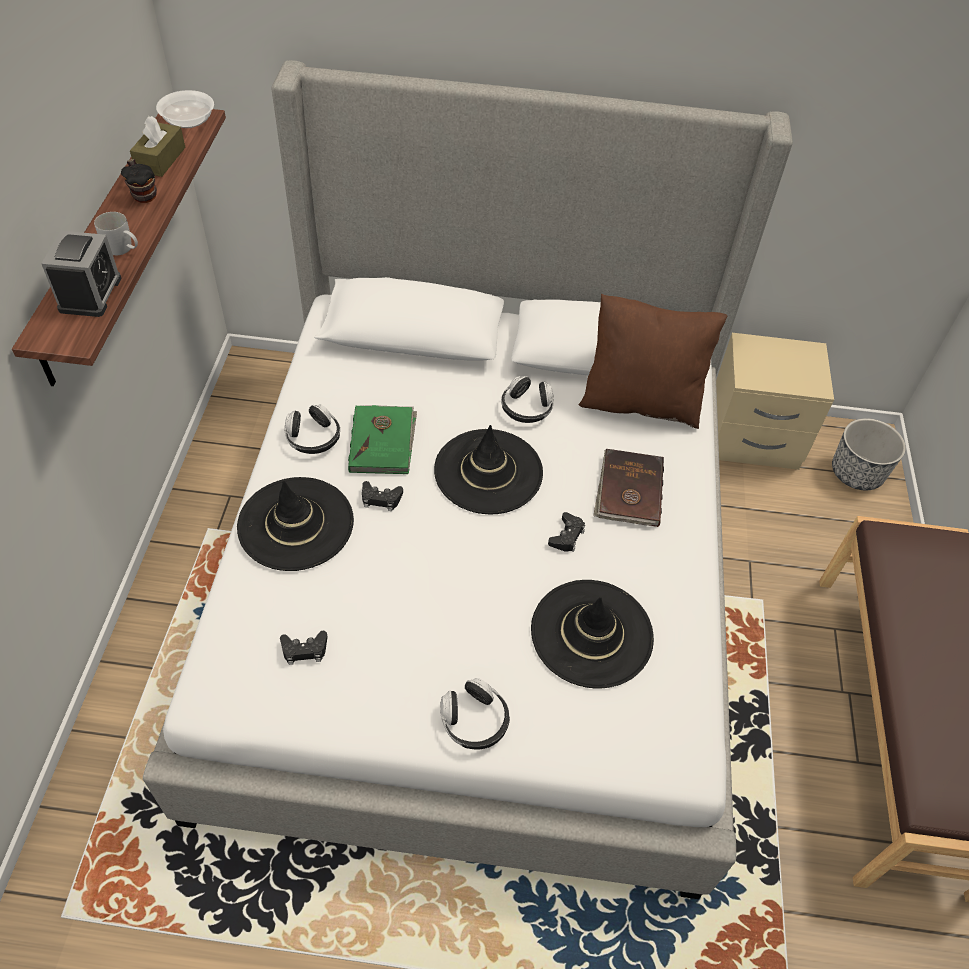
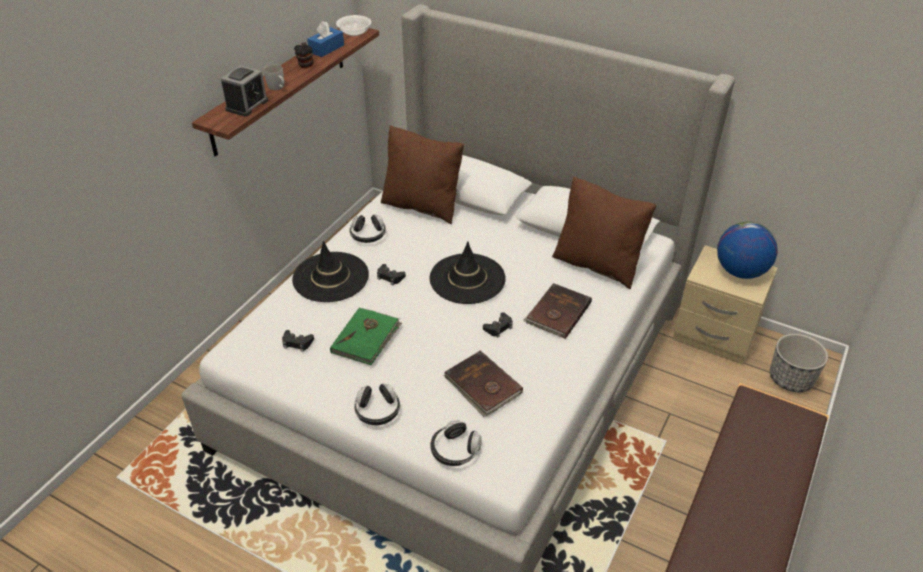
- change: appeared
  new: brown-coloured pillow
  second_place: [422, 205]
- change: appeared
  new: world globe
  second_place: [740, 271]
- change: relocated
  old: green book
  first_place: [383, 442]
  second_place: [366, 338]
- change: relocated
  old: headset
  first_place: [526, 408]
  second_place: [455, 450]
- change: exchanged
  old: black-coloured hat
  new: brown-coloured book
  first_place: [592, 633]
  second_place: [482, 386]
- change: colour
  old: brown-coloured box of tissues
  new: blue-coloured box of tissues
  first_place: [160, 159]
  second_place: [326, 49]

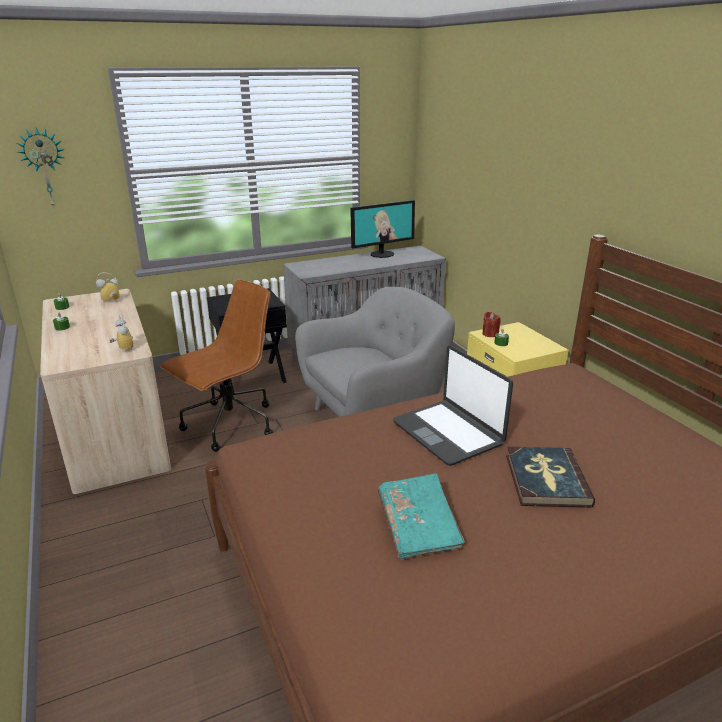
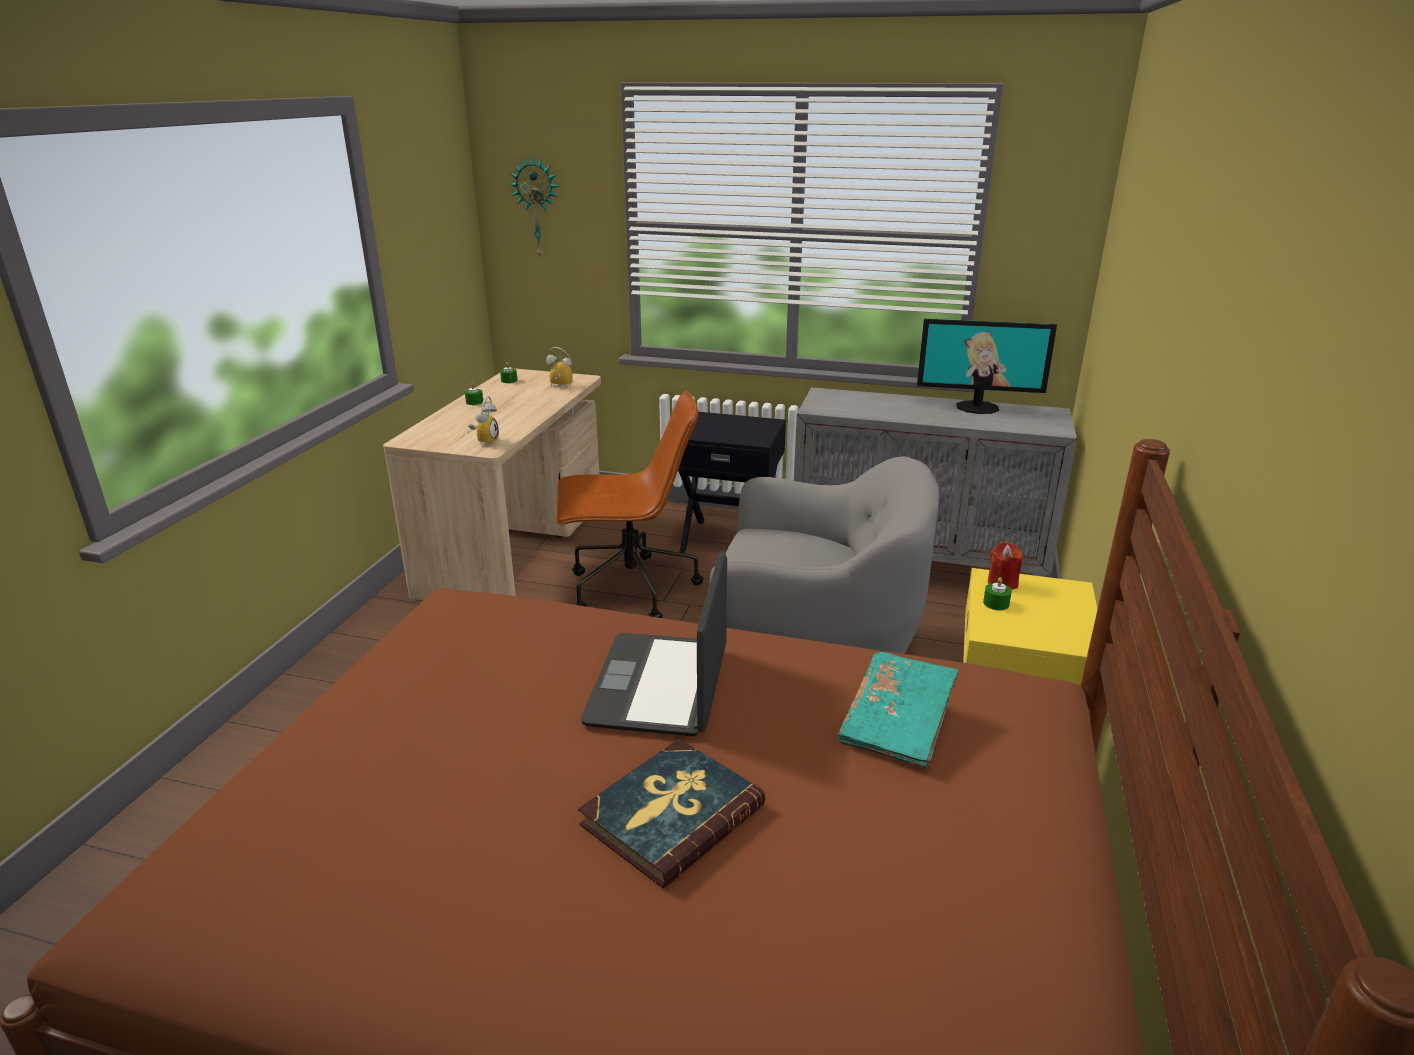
- change: relocated
  old: turquoise-coloured book
  first_place: [418, 527]
  second_place: [897, 724]

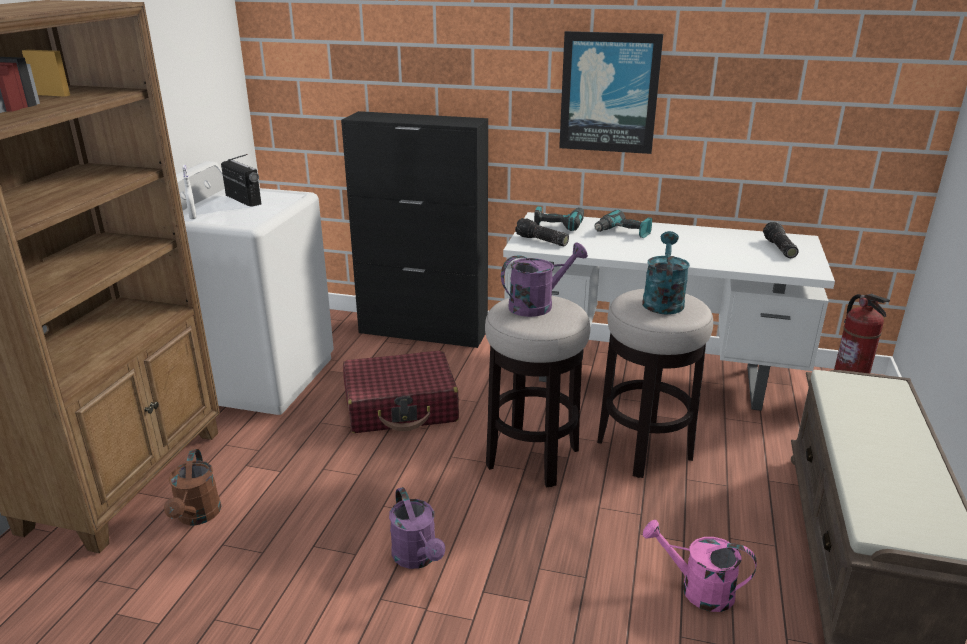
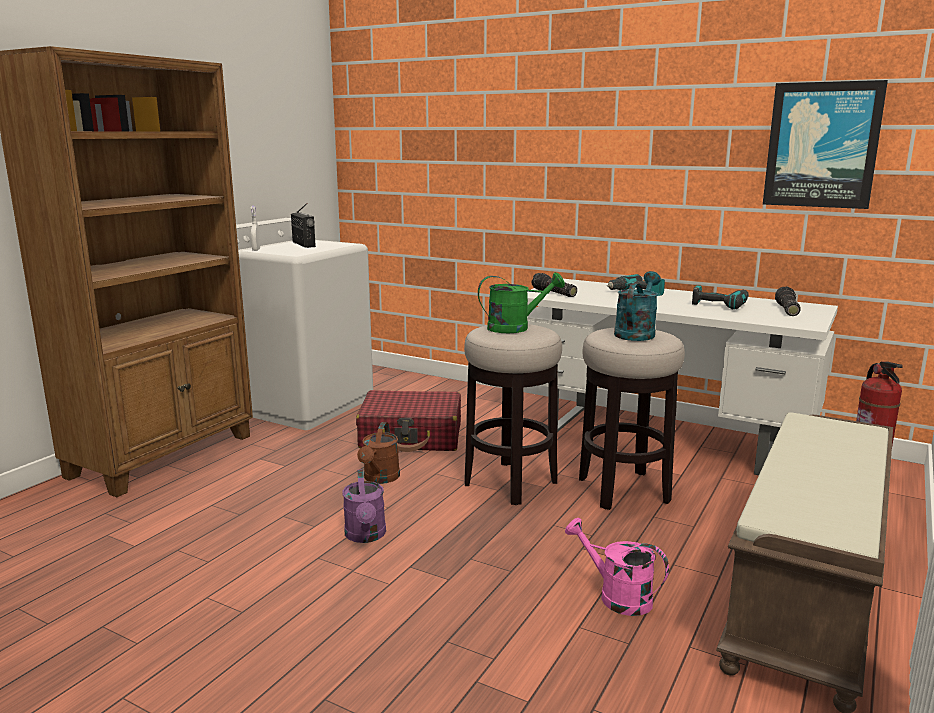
- change: missing
  old: black-coloured cabinet
  first_place: [424, 331]
- change: relocated
  old: brown-coloured watering pot
  first_place: [197, 516]
  second_place: [380, 479]
- change: relocated
  old: power drill
  first_place: [559, 224]
  second_place: [720, 305]
- change: relocated
  old: wall picture
  first_place: [609, 93]
  second_place: [822, 145]
- change: colour
  old: purple watering pot
  new: green watering pot
  first_place: [538, 305]
  second_place: [515, 327]

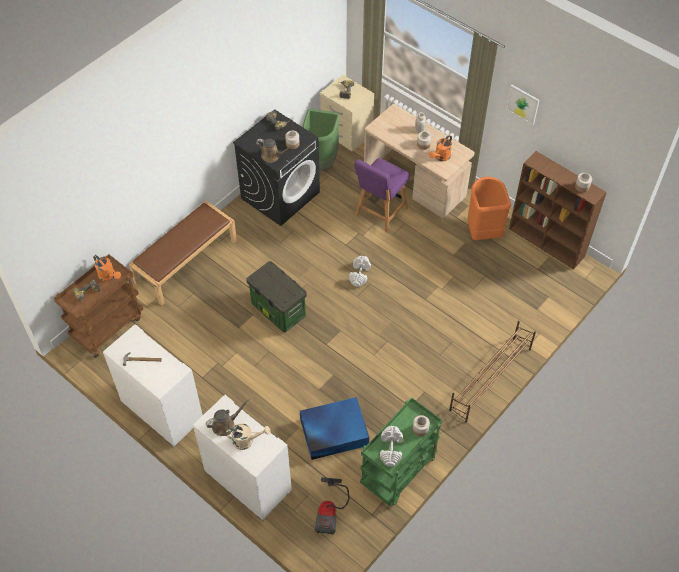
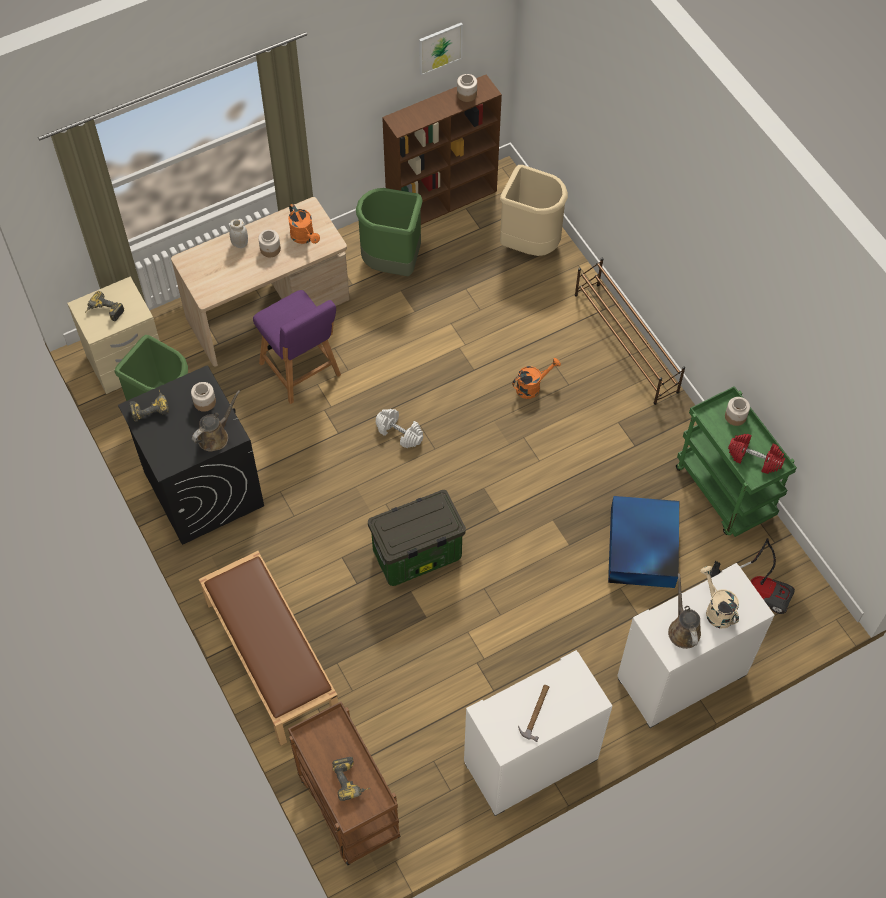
- change: appeared
  new: sand-coloured rubbish bin
  second_place: [529, 244]
- change: relocated
  old: orangey watering pot
  first_place: [109, 276]
  second_place: [532, 386]
- change: relocated
  old: wall picture
  first_place: [523, 104]
  second_place: [440, 48]
- change: colour
  old: white hand weight
  new: reddish hand weight
  first_place: [391, 449]
  second_place: [754, 458]
- change: colour
  old: orangey rubbish bin
  new: green rubbish bin
  first_place: [482, 232]
  second_place: [392, 264]
- change: spun
  old: sand-coloured watering pot
  first_place: [247, 441]
  second_place: [716, 609]
  degrees: -45

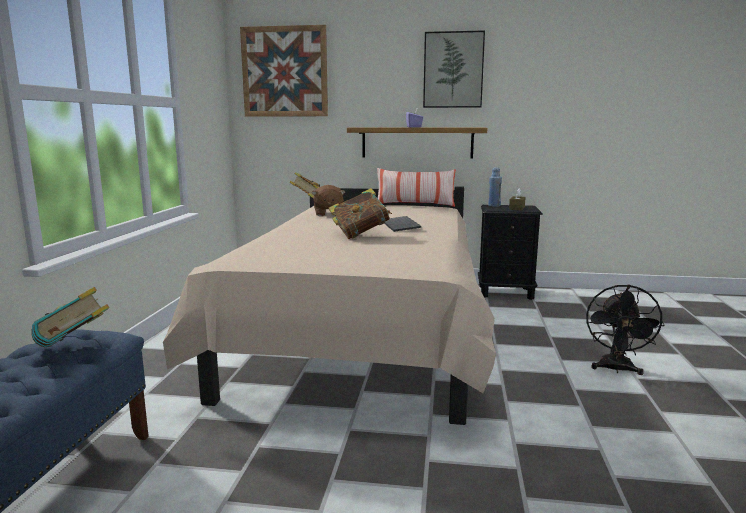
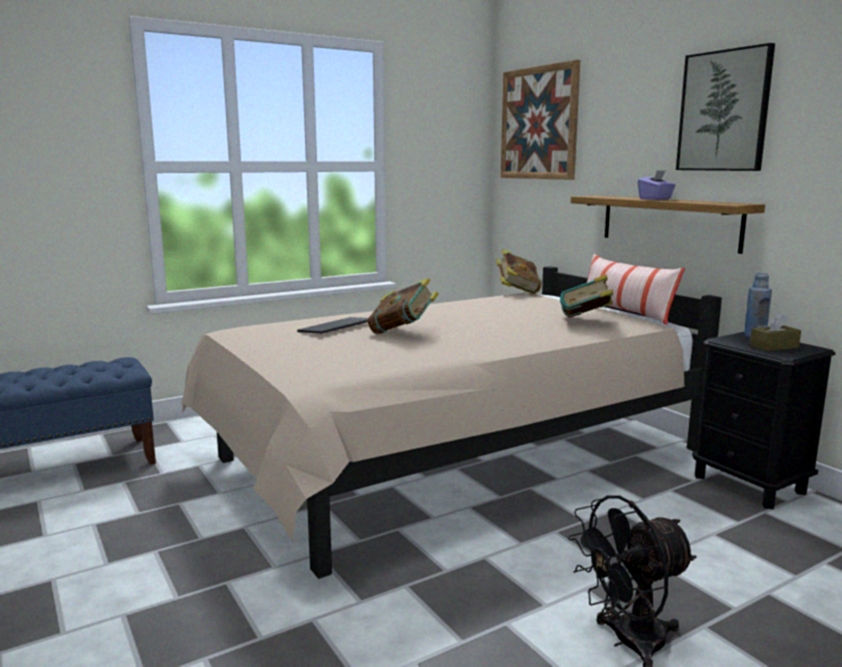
- change: missing
  old: brown-coloured plush toy
  first_place: [328, 214]
- change: relocated
  old: book
  first_place: [74, 349]
  second_place: [586, 321]
- change: relocated
  old: keyboard
  first_place: [401, 225]
  second_place: [337, 328]

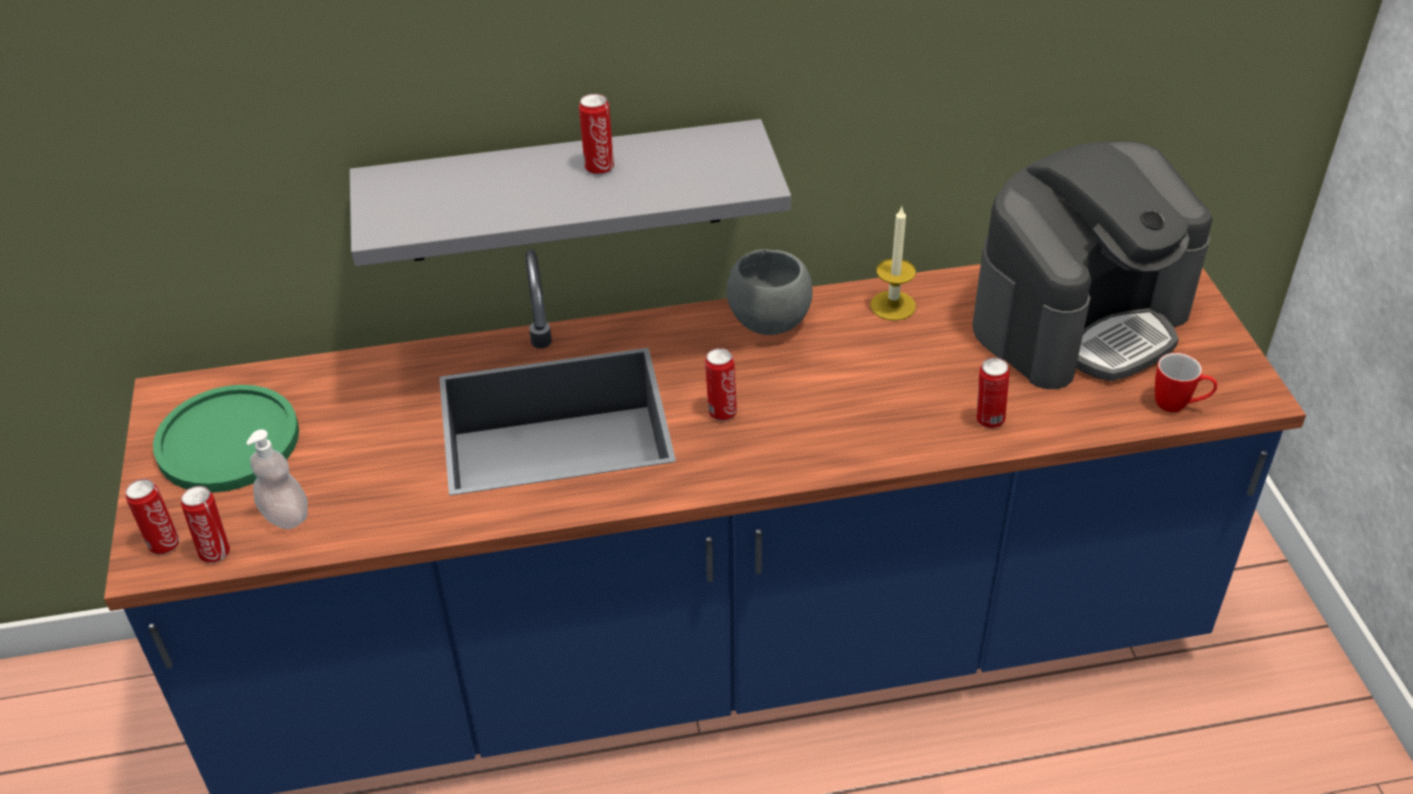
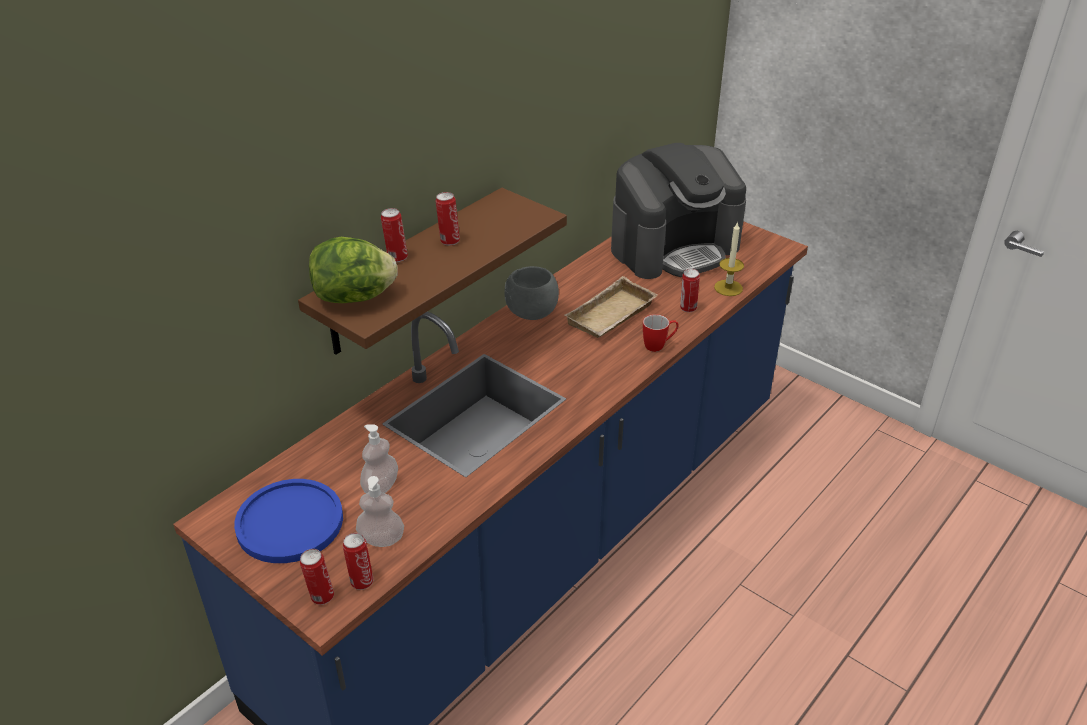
- change: appeared
  new: head of lettuce
  second_place: [355, 297]
- change: appeared
  new: liquid soap bottle
  second_place: [380, 486]
- change: appeared
  new: sand-coloured carrying tray
  second_place: [612, 316]
- change: relocated
  old: can
  first_place: [721, 411]
  second_place: [396, 257]
- change: relocated
  old: wax candle
  first_place: [893, 305]
  second_place: [728, 288]
- change: relocated
  old: coffee mug
  first_place: [1178, 405]
  second_place: [659, 345]
- change: colour
  old: green dinner plate
  new: blue-coloured dinner plate
  first_place: [228, 441]
  second_place: [290, 522]
- change: colour
  old: grey shelf
  new: brown-coloured shelf
  first_place: [564, 192]
  second_place: [411, 272]
- change: spun
  old: coffee maker
  first_place: [1080, 319]
  second_place: [674, 247]
  degrees: 45

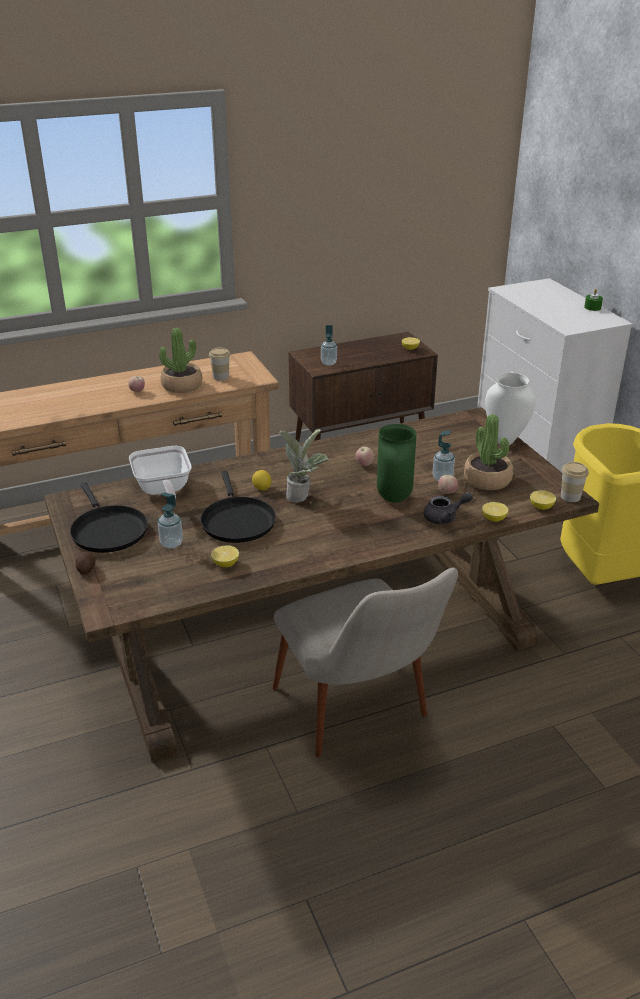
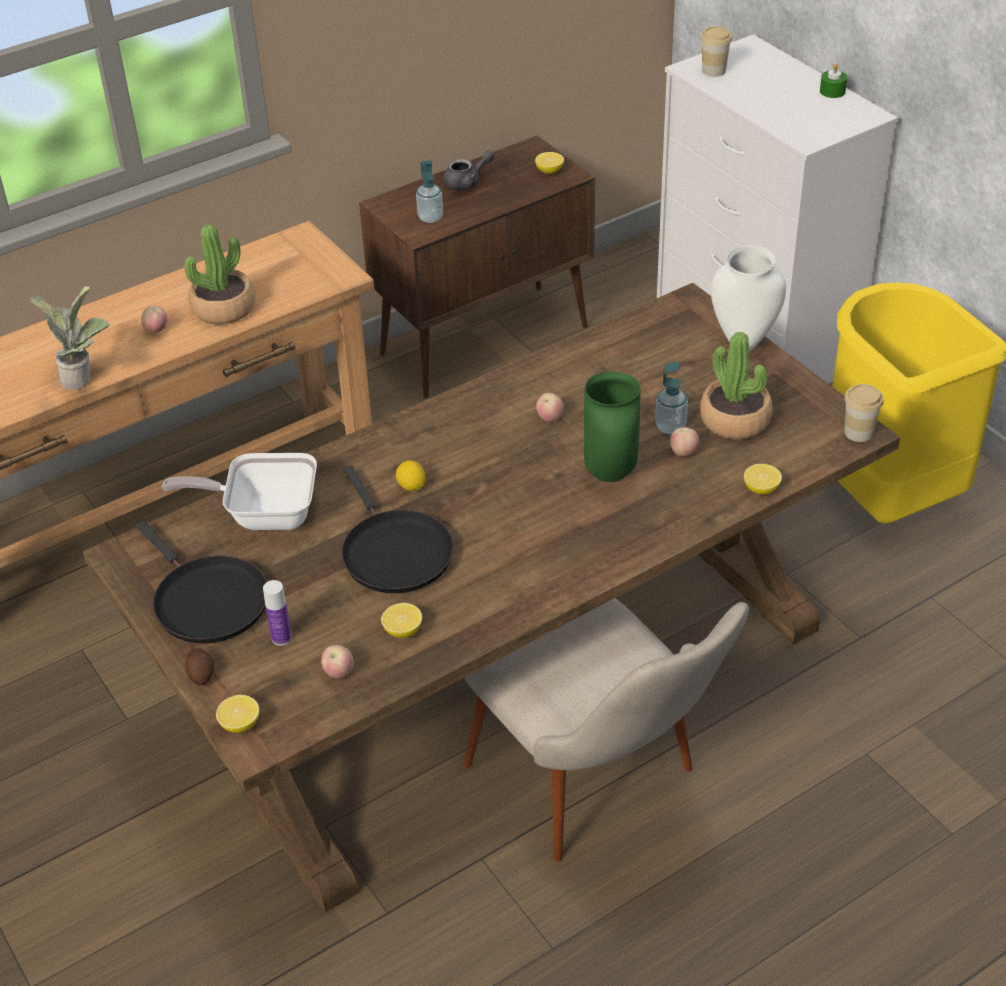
- change: missing
  old: liquid soap bottle
  first_place: [171, 543]
- change: appeared
  new: bottle
  second_place: [281, 638]
- change: appeared
  new: apple
  second_place: [339, 673]
- change: relocated
  old: cup
  first_place: [221, 377]
  second_place: [714, 70]
- change: relocated
  old: houseplant
  first_place: [303, 495]
  second_place: [84, 377]
- change: relocated
  old: grey teapot
  first_place: [445, 517]
  second_place: [467, 182]
- change: relocated
  old: citrus fruit
  first_place: [541, 507]
  second_place: [240, 724]
- change: spun
  old: pan
  first_place: [163, 490]
  second_place: [263, 514]
  degrees: 120

